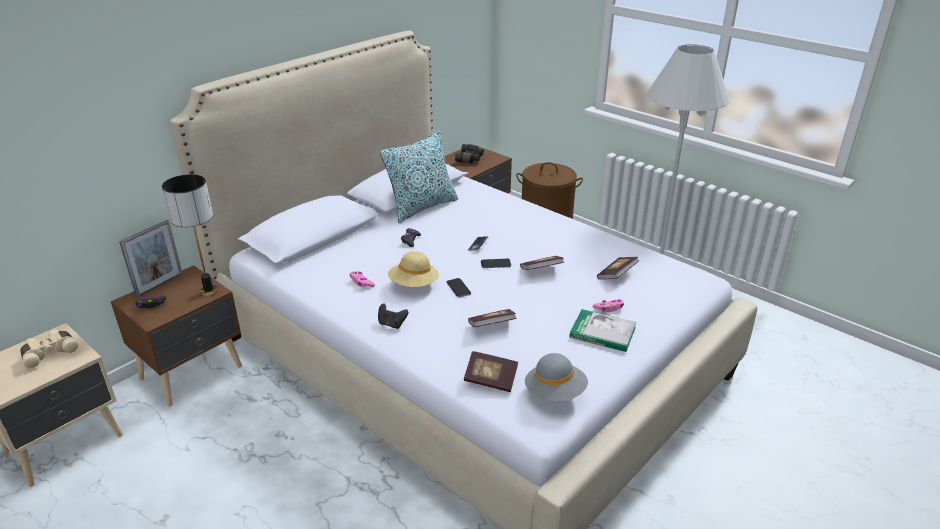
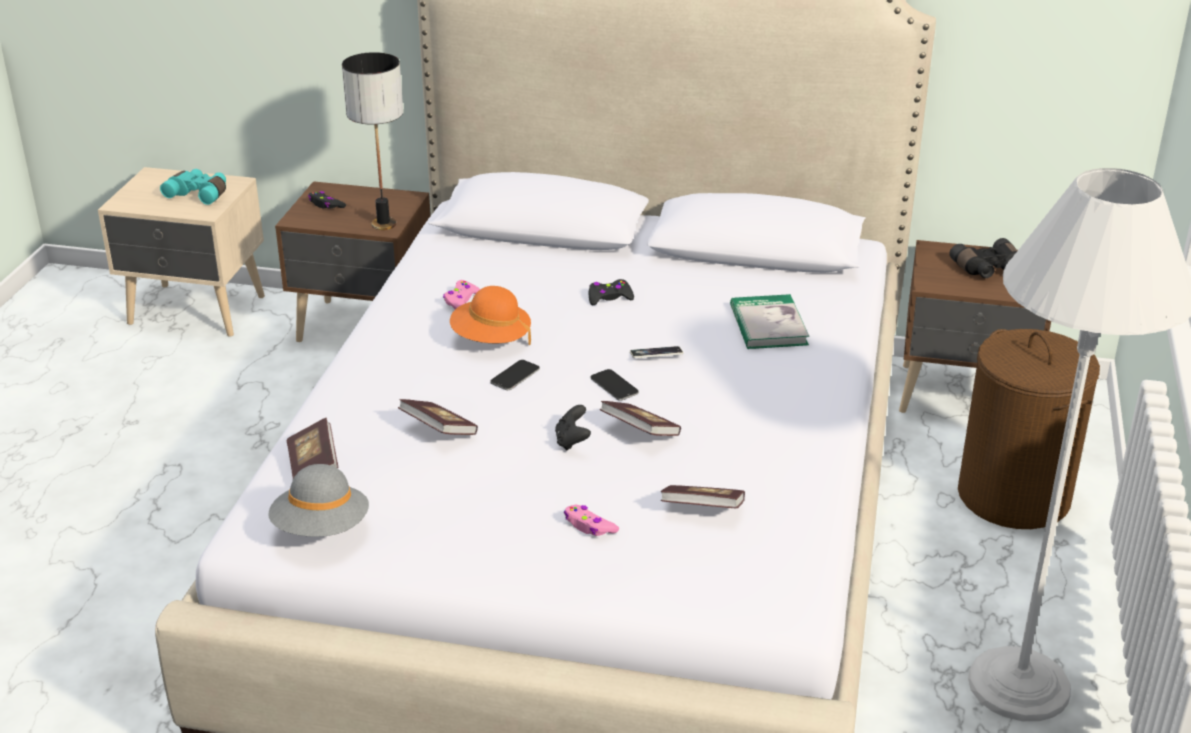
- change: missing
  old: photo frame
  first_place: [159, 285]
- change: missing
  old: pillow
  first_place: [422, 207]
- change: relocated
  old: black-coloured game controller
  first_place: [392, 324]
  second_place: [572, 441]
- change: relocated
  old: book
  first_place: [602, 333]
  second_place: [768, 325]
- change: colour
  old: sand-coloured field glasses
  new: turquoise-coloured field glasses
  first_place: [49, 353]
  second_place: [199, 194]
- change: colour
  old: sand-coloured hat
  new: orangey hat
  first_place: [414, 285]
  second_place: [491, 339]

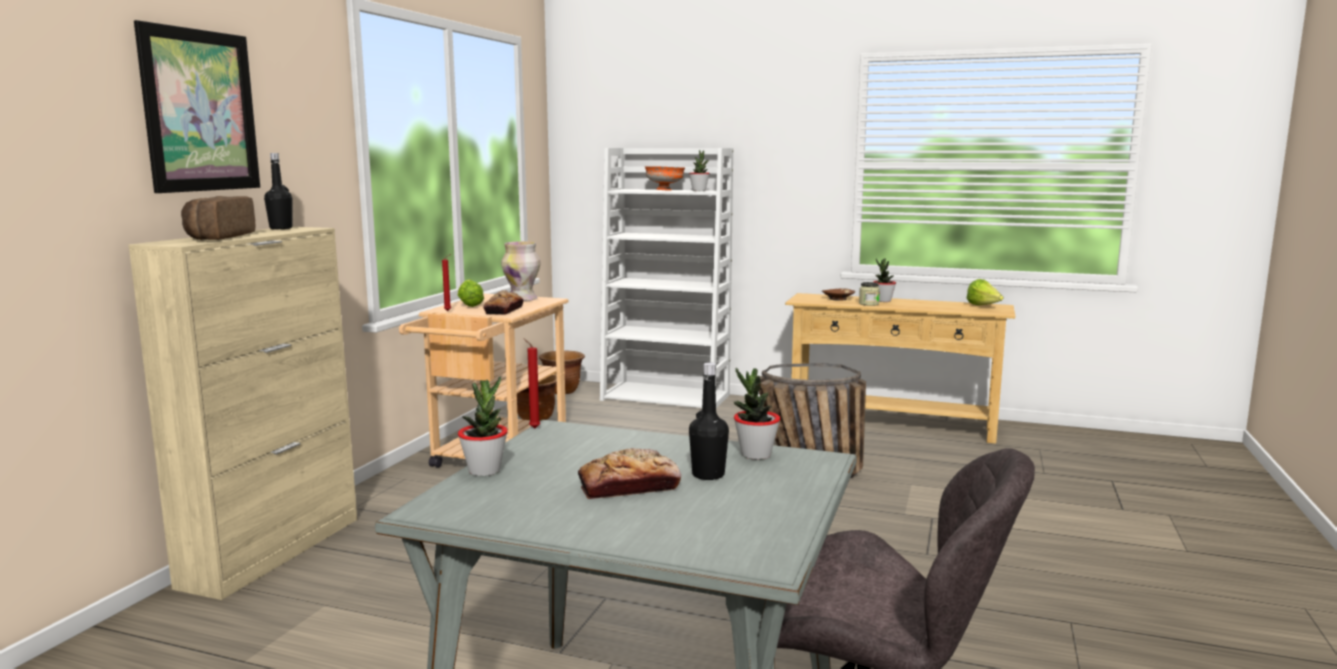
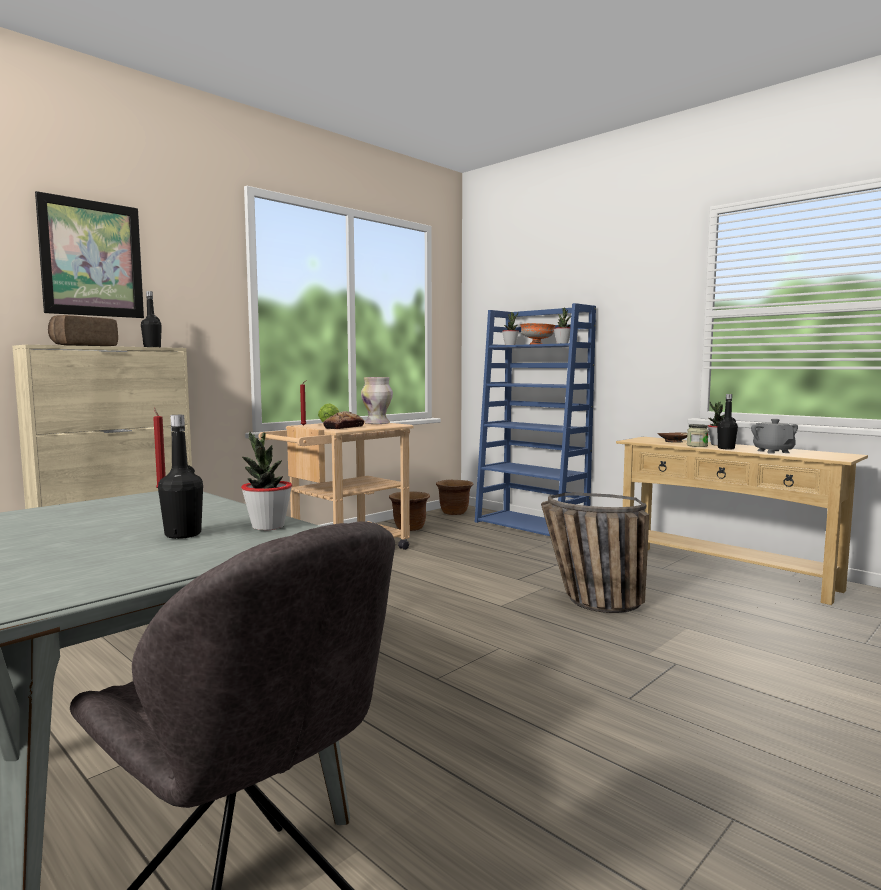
- change: missing
  old: bread
  first_place: [629, 487]
- change: missing
  old: head of lettuce
  first_place: [984, 306]
- change: appeared
  new: black-coloured bottle
  second_place: [726, 448]
- change: appeared
  new: grey teapot
  second_place: [773, 451]
- change: relocated
  old: houseplant
  first_place: [484, 471]
  second_place: [510, 345]
- change: colour
  old: white bookcase
  new: blue-coloured bookcase
  first_place: [667, 397]
  second_place: [532, 526]

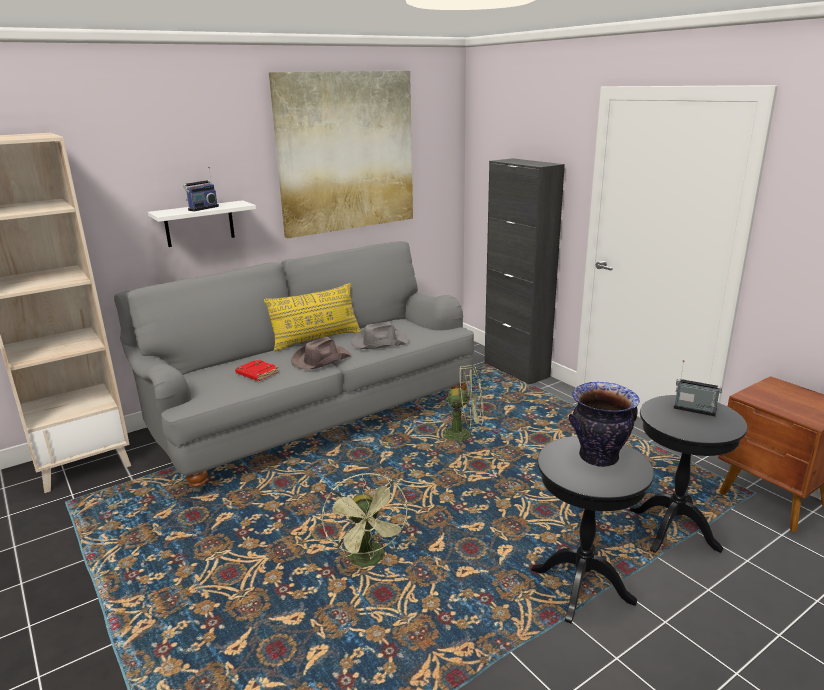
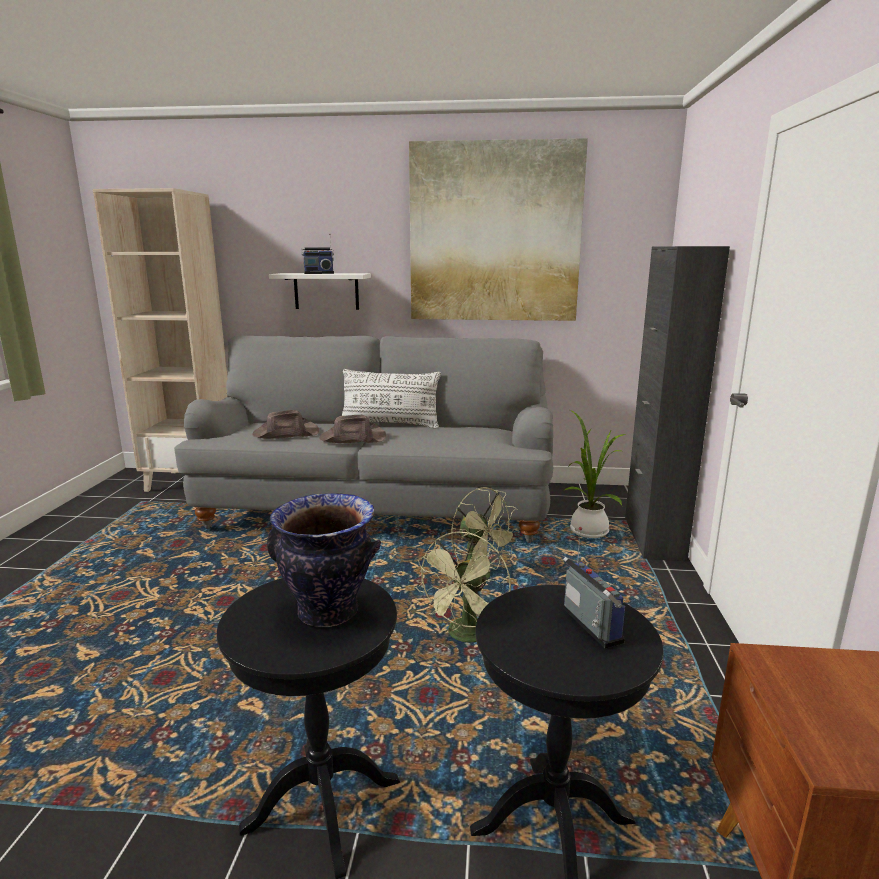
- change: missing
  old: grey hat
  first_place: [379, 342]
- change: appeared
  new: houseplant
  second_place: [587, 530]
- change: relocated
  old: green cooling fan
  first_place: [369, 560]
  second_place: [466, 637]
- change: exchanged
  old: reddish book
  new: brown-coloured hat
  first_place: [256, 373]
  second_place: [285, 433]
- change: colour
  old: yellowish pillow
  new: white pillow
  first_place: [316, 339]
  second_place: [390, 424]

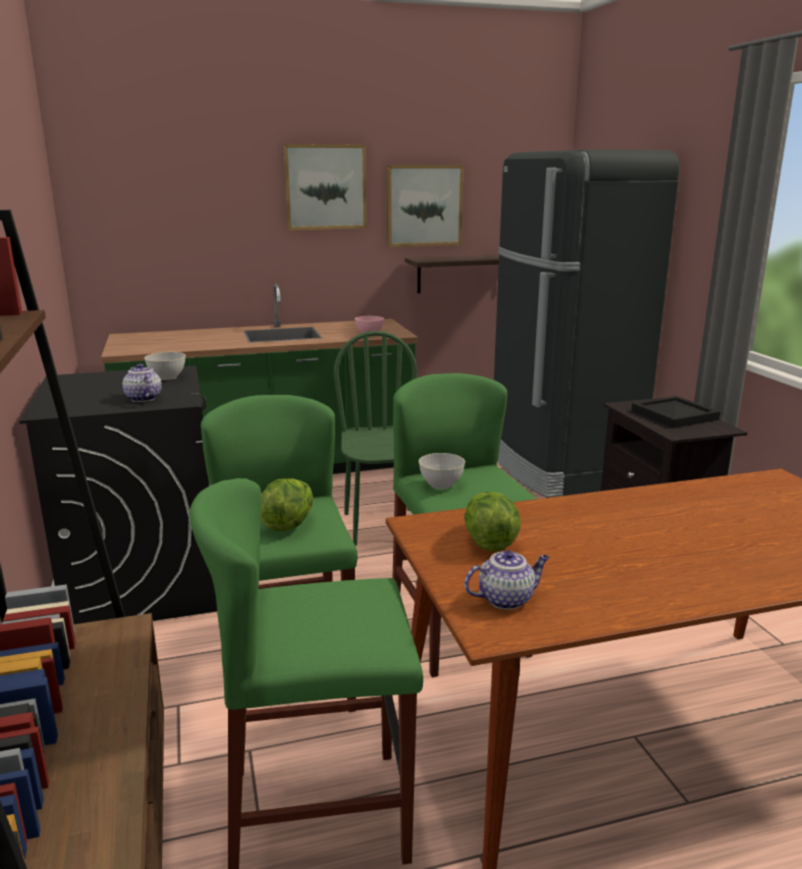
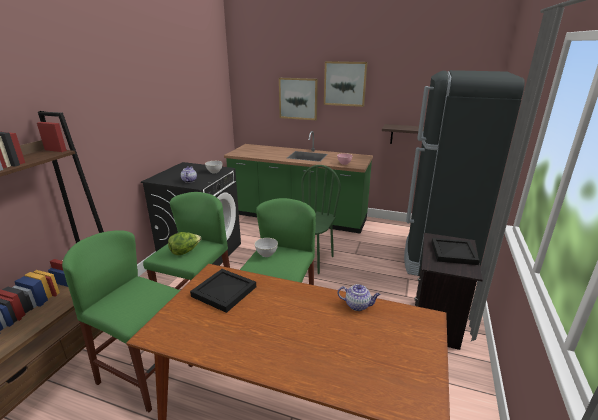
- change: relocated
  old: wall picture
  first_place: [424, 205]
  second_place: [298, 98]
- change: relocated
  old: teapot
  first_place: [506, 599]
  second_place: [358, 305]
- change: exchanged
  old: head of lettuce
  new: black-coloured carrying tray
  first_place: [489, 541]
  second_place: [223, 291]

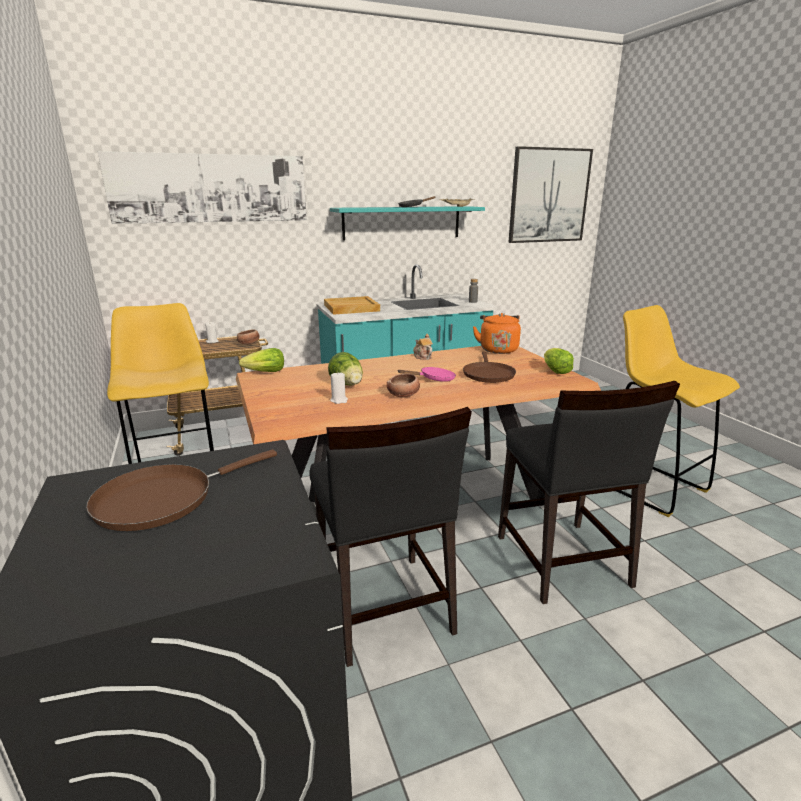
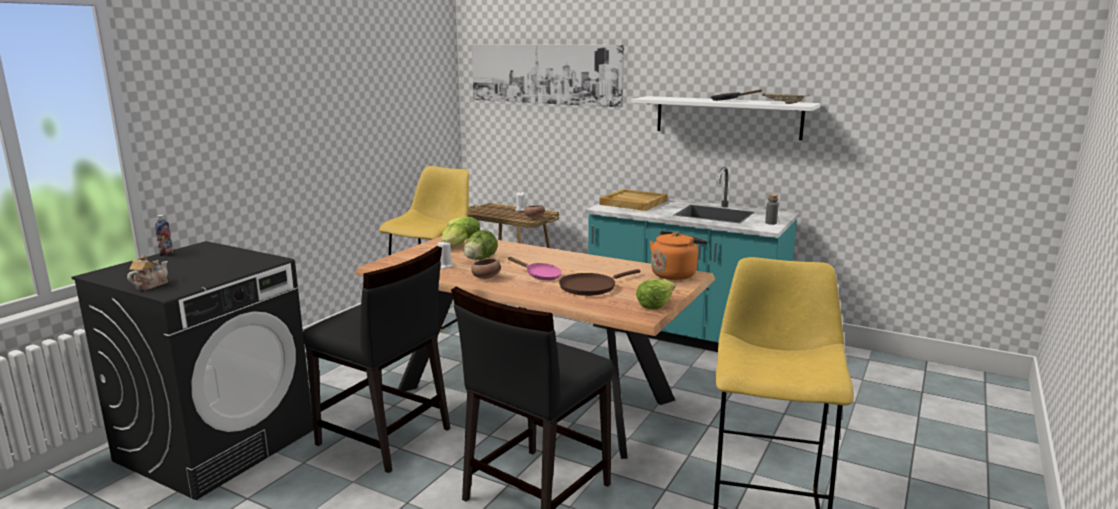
- change: missing
  old: brown-coloured pan
  first_place: [163, 499]
- change: missing
  old: wall picture
  first_place: [549, 196]
- change: appeared
  new: bottle
  second_place: [166, 254]
- change: appeared
  new: head of lettuce
  second_place: [453, 247]
- change: relocated
  old: teapot
  first_place: [422, 357]
  second_place: [150, 285]
- change: colour
  old: turquoise-coloured shelf
  new: white shelf
  first_place: [402, 222]
  second_place: [727, 117]
- change: spun
  old: black-coloured plain chair
  first_place: [383, 608]
  second_place: [384, 437]
  degrees: -90

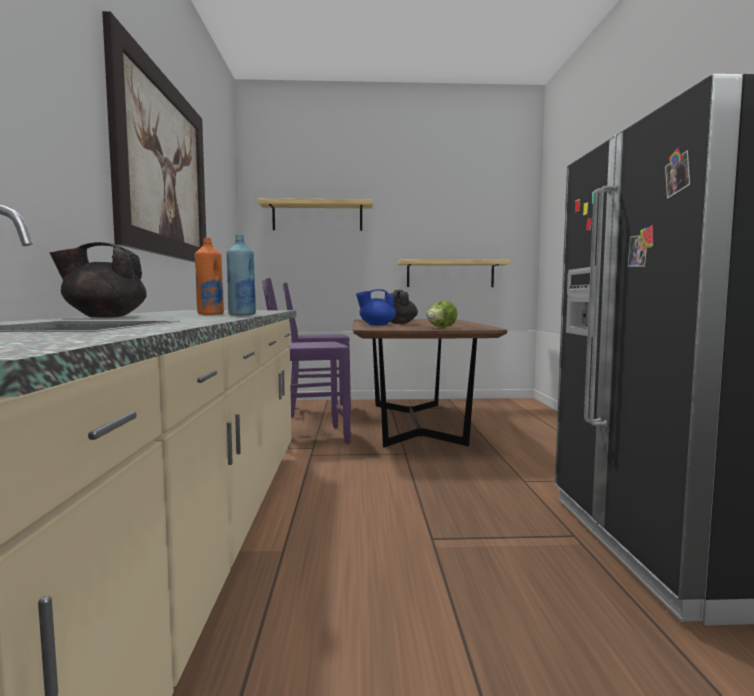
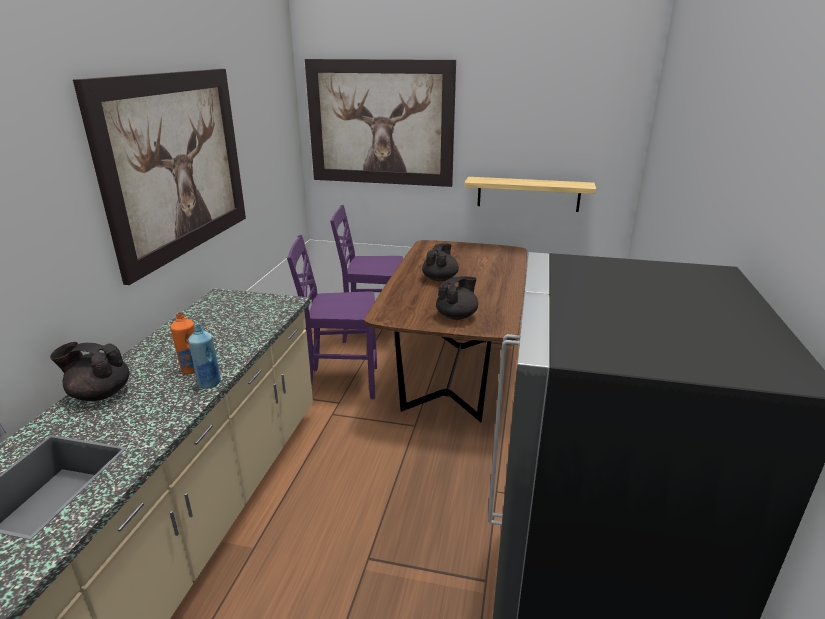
- change: missing
  old: blue-coloured teapot
  first_place: [376, 325]
- change: exchanged
  old: shelf
  new: wall picture
  first_place: [317, 217]
  second_place: [380, 123]
- change: exchanged
  old: head of lettuce
  new: black-coloured teapot
  first_place: [440, 327]
  second_place: [457, 316]

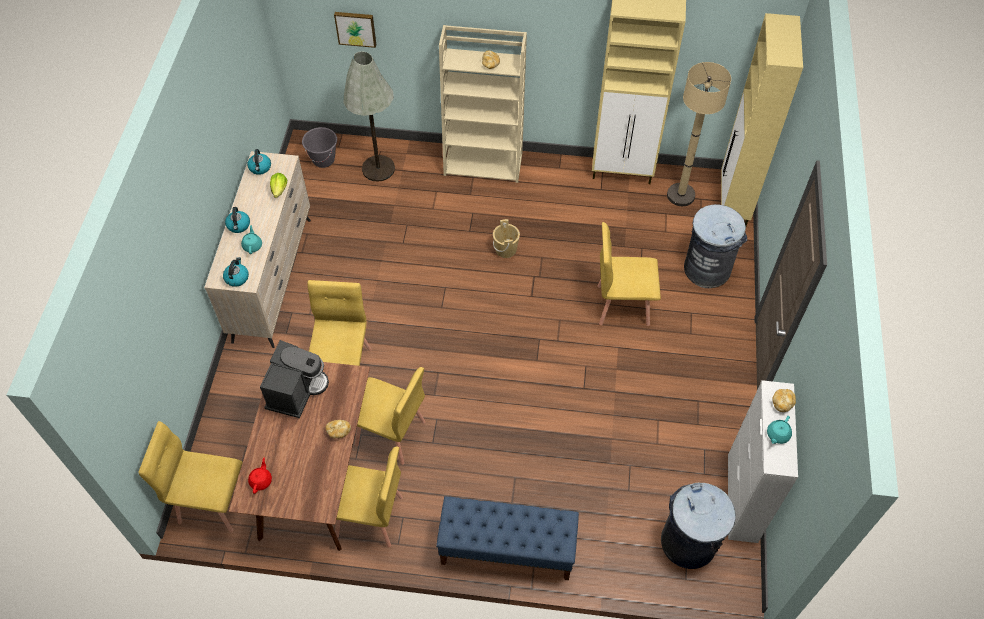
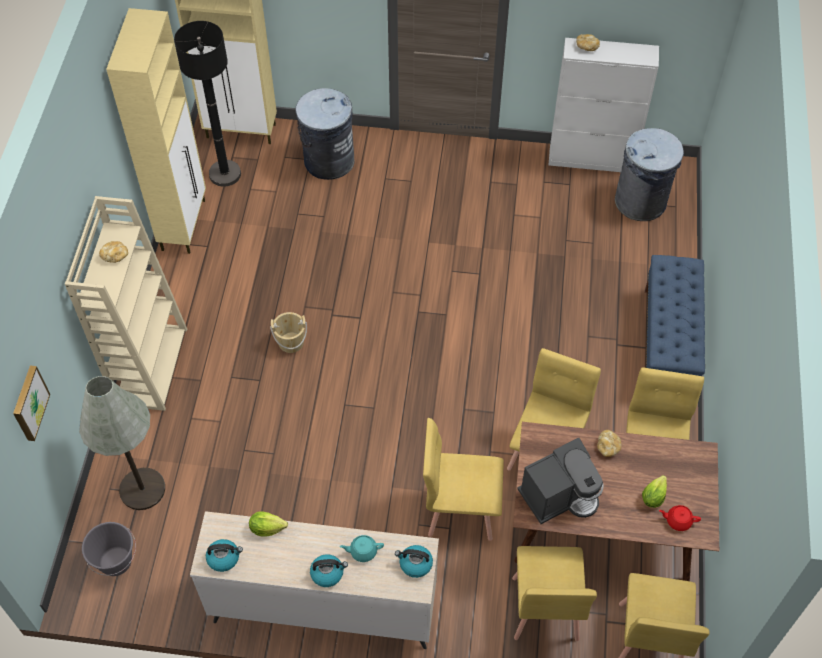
- change: missing
  old: turquoise-coloured teapot
  first_place: [777, 435]
- change: appeared
  new: head of lettuce
  second_place: [653, 497]
- change: relocated
  old: yellowish plain chair
  first_place: [622, 304]
  second_place: [544, 609]
- change: colour
  old: sand-coloured standing lamp
  new: black-coloured standing lamp
  first_place: [680, 195]
  second_place: [225, 174]
- change: spun
  old: coffee maker
  first_place: [296, 391]
  second_place: [559, 495]
  degrees: 135

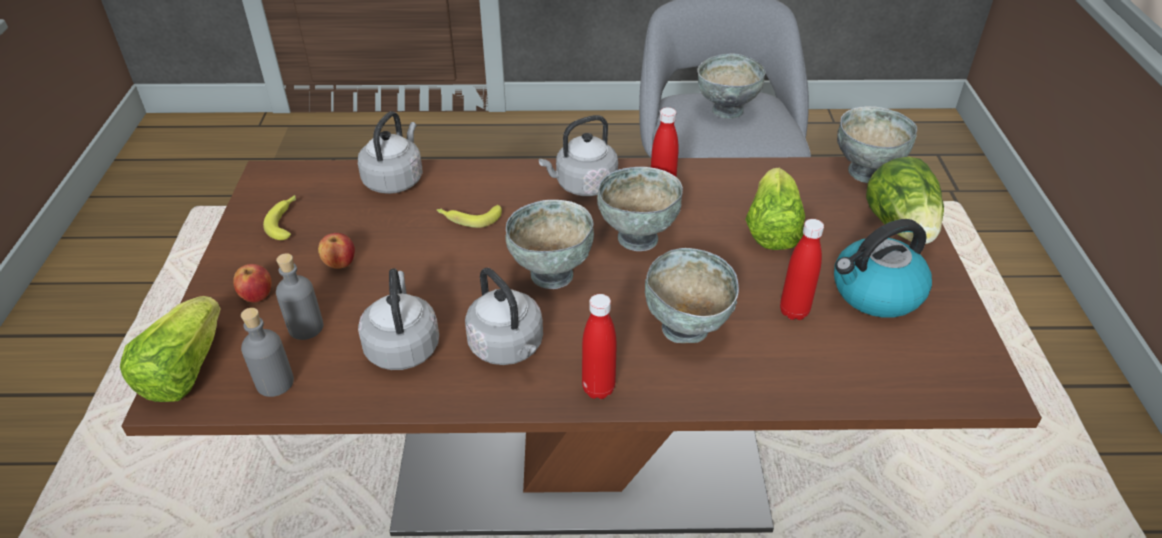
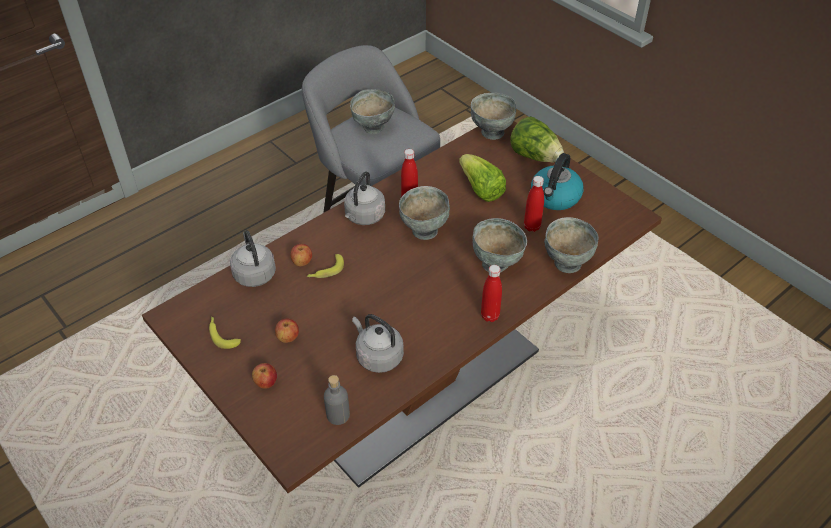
- change: missing
  old: head of lettuce
  first_place: [183, 371]
- change: missing
  old: grey bottle
  first_place: [306, 327]
- change: missing
  old: grey kettle
  first_place: [508, 348]
- change: appeared
  new: apple
  second_place: [302, 262]
- change: relocated
  old: grey bowl
  first_place: [551, 273]
  second_place: [566, 263]

